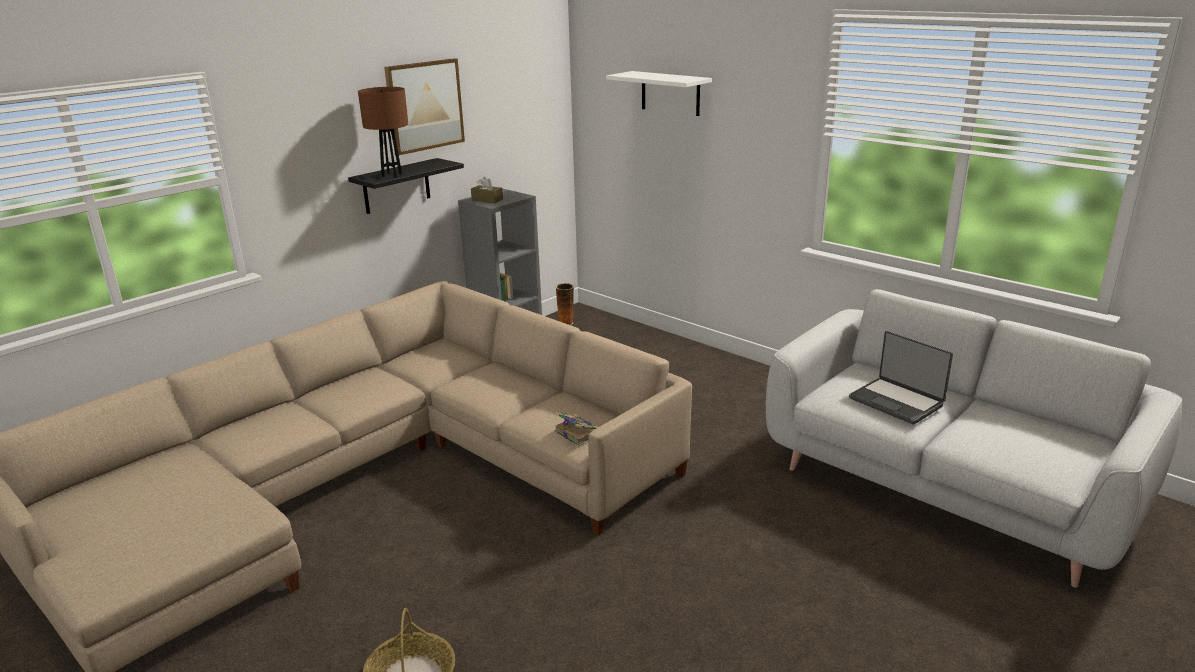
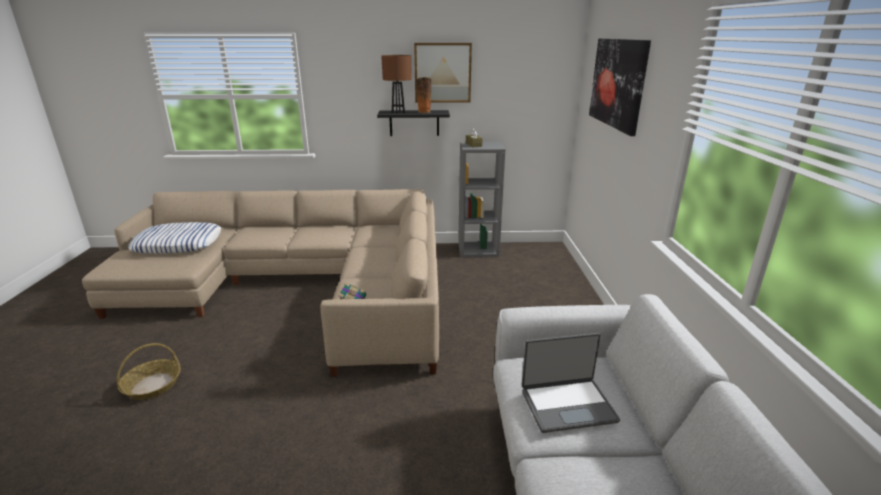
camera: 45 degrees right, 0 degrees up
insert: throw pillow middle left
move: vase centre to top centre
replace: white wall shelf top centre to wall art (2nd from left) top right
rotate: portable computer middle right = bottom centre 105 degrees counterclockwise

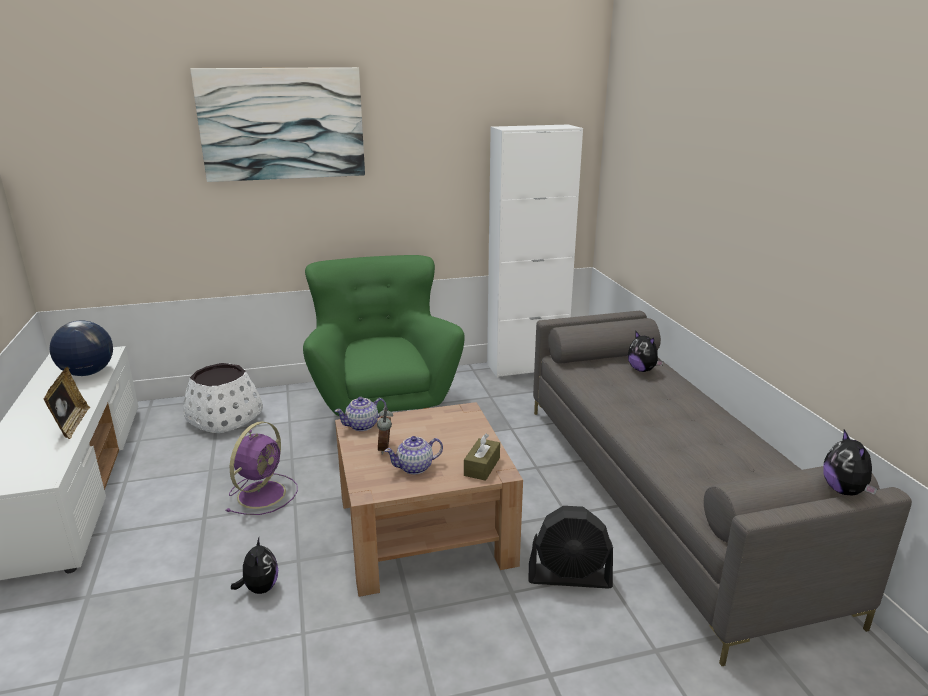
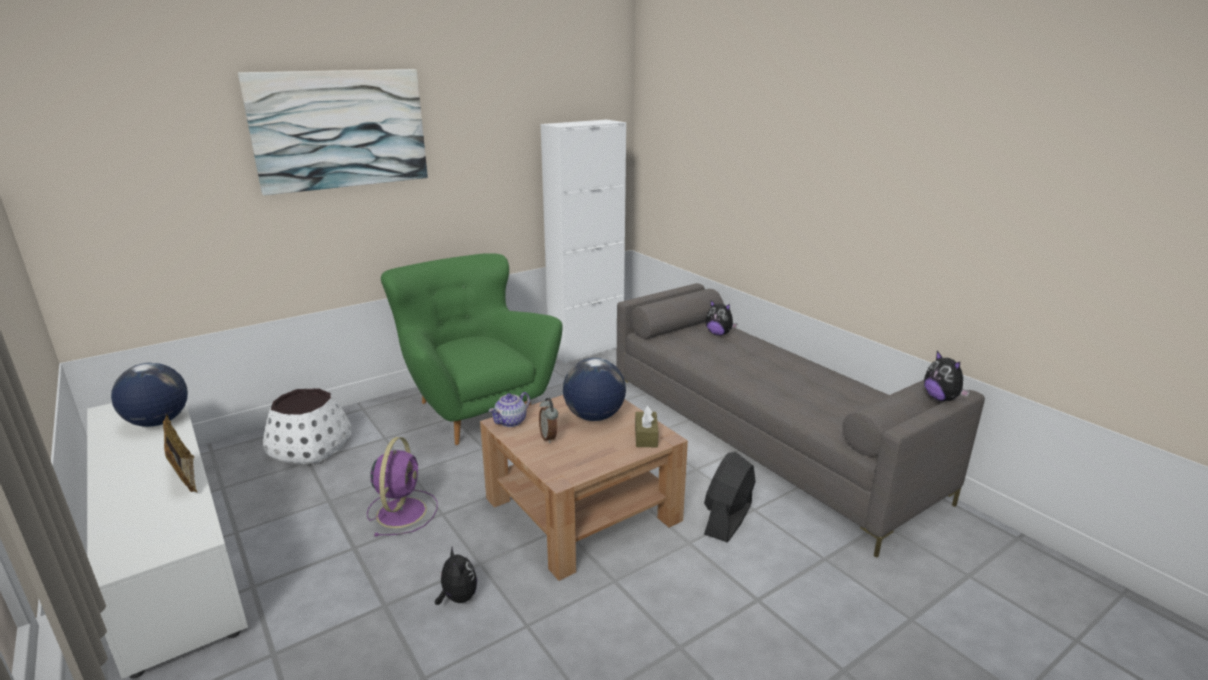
camera: 20 degrees left, 0 degrees up
delete: teapot (2nd from left) centre
insert: world globe (2nd from left) centre
rotate: black-coloured electric fan bottom centre = bottom centre 135 degrees clockwise

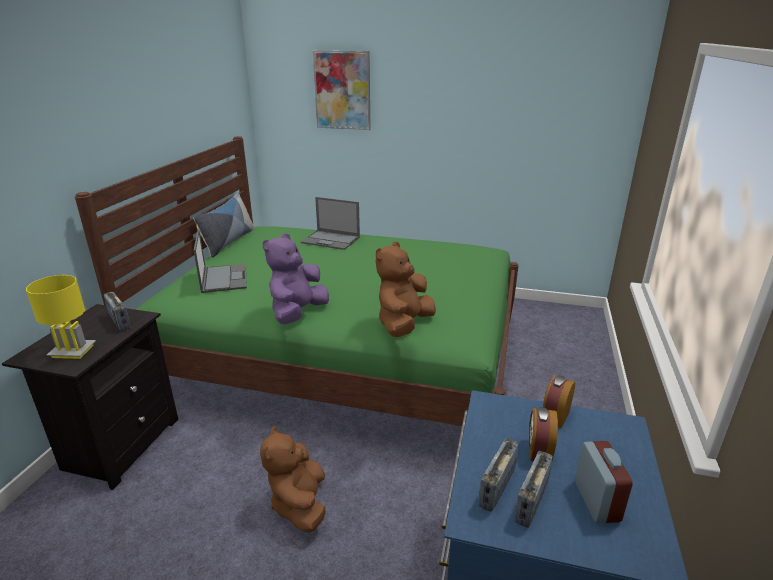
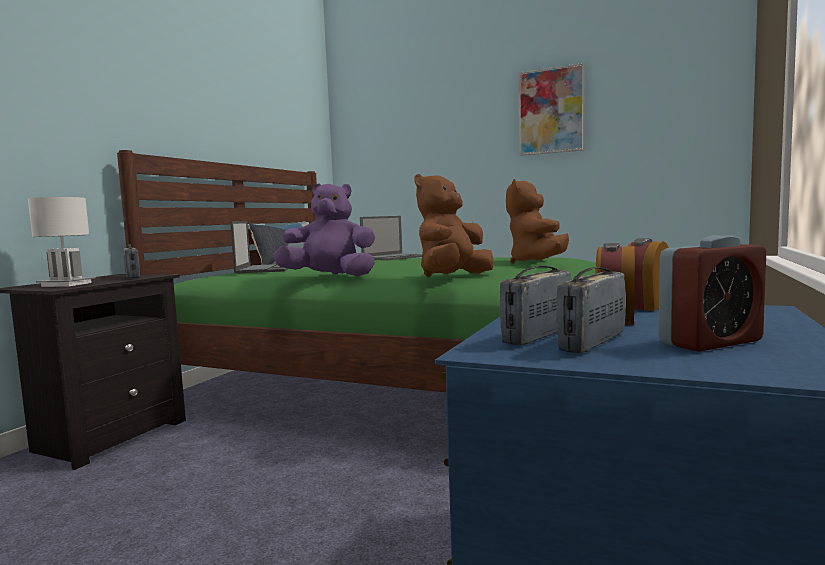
camera: 10 degrees right, 20 degrees down
move: brown soft toy (1st from left in the first image) bottom centre to brown soft toy (2nd from left) centre; wall art top centre to top right
recolor: yellowish lamp for a table middle left to white lamp for a table middle left
rotate: purple-coloured soft toy centre = centre 60 degrees clockwise; portable computer (2nd from left) centre = centre 75 degrees counterclockwise; table clock (3rd from left) bottom right = middle right 60 degrees clockwise

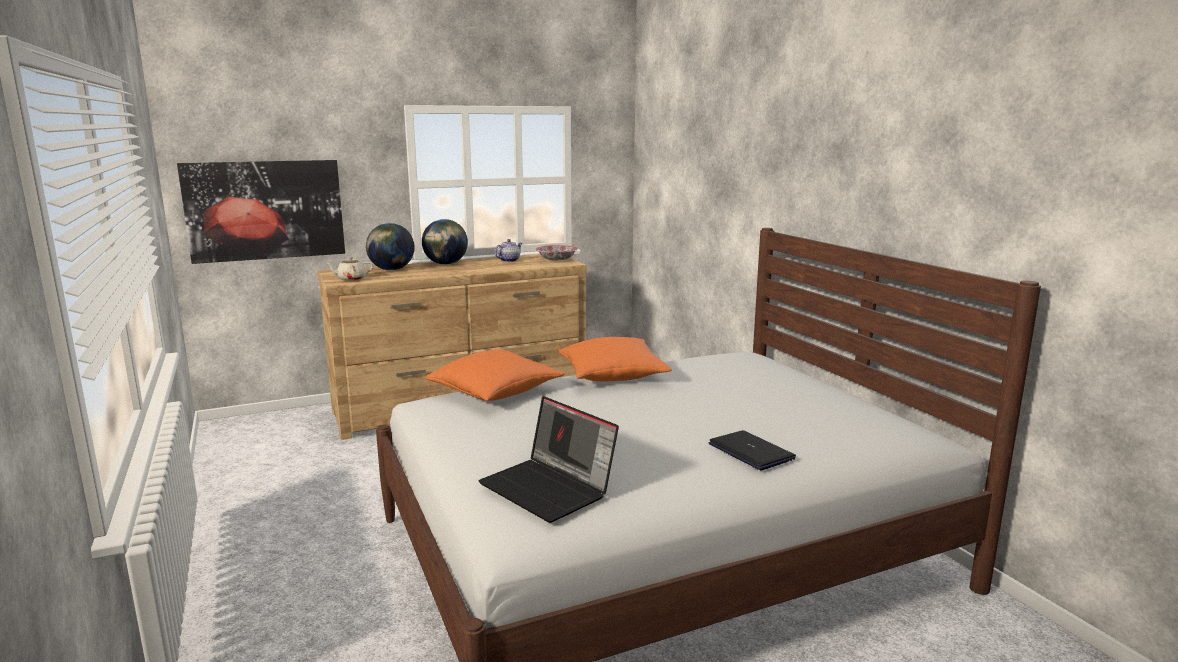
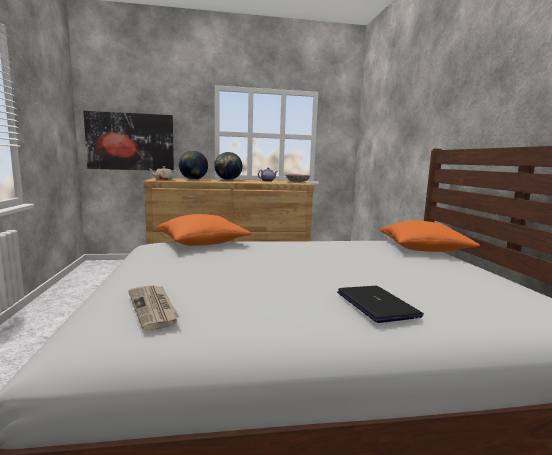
camera: 15 degrees right, 5 degrees down
move: orangey throw pillow (2nd from left) centre to middle right
replace: portable computer (1st from left) bottom centre to printed paper bottom left

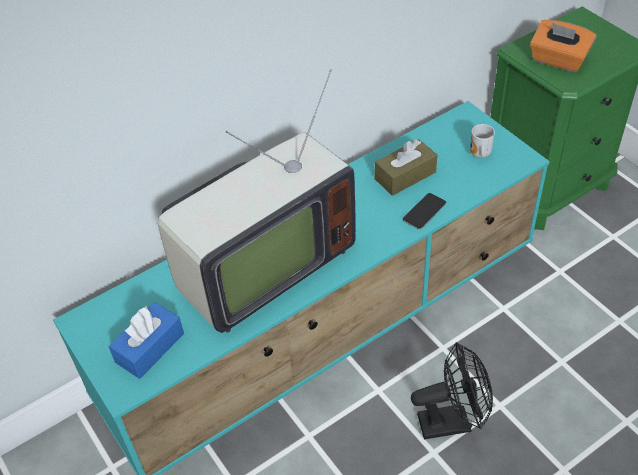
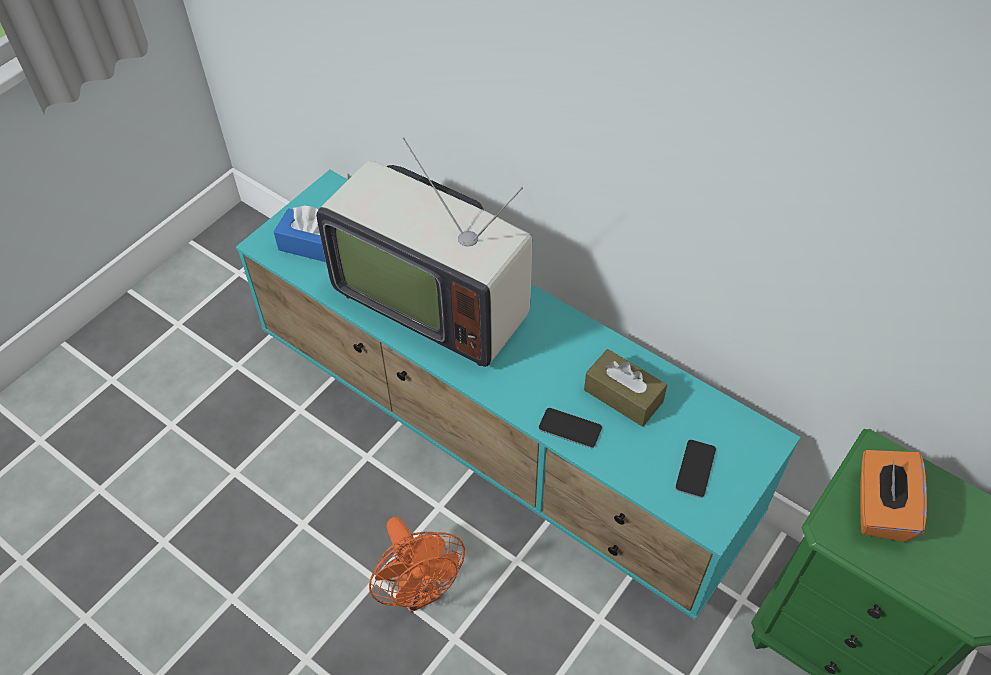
camera: 70 degrees right, 5 degrees up
replace: mug top right to phone (2nd from left) bottom right
recolor: black-coloured electric fan bottom right to orangey electric fan bottom centre

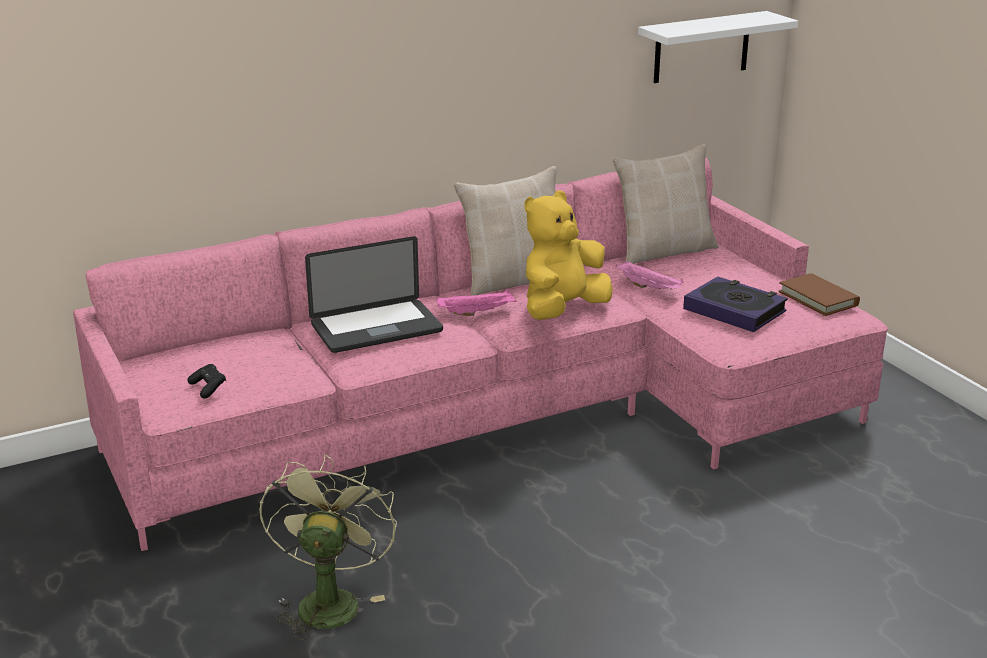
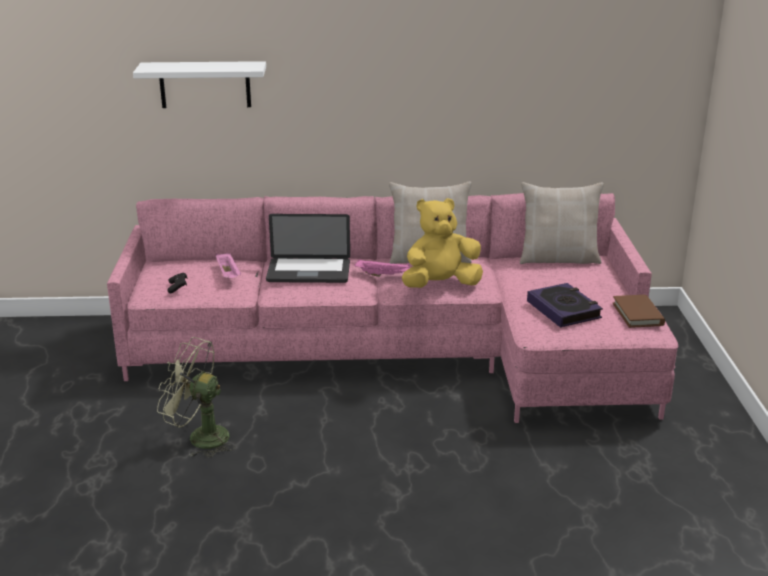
camera: 25 degrees right, 0 degrees up
move: pink-coloured tray (2nd from left in the first image) centre to pink-coloured tray (1st from left) middle left; white wall shelf top right to top left
rotate: green electric fan bottom left = bottom left 105 degrees counterclockwise

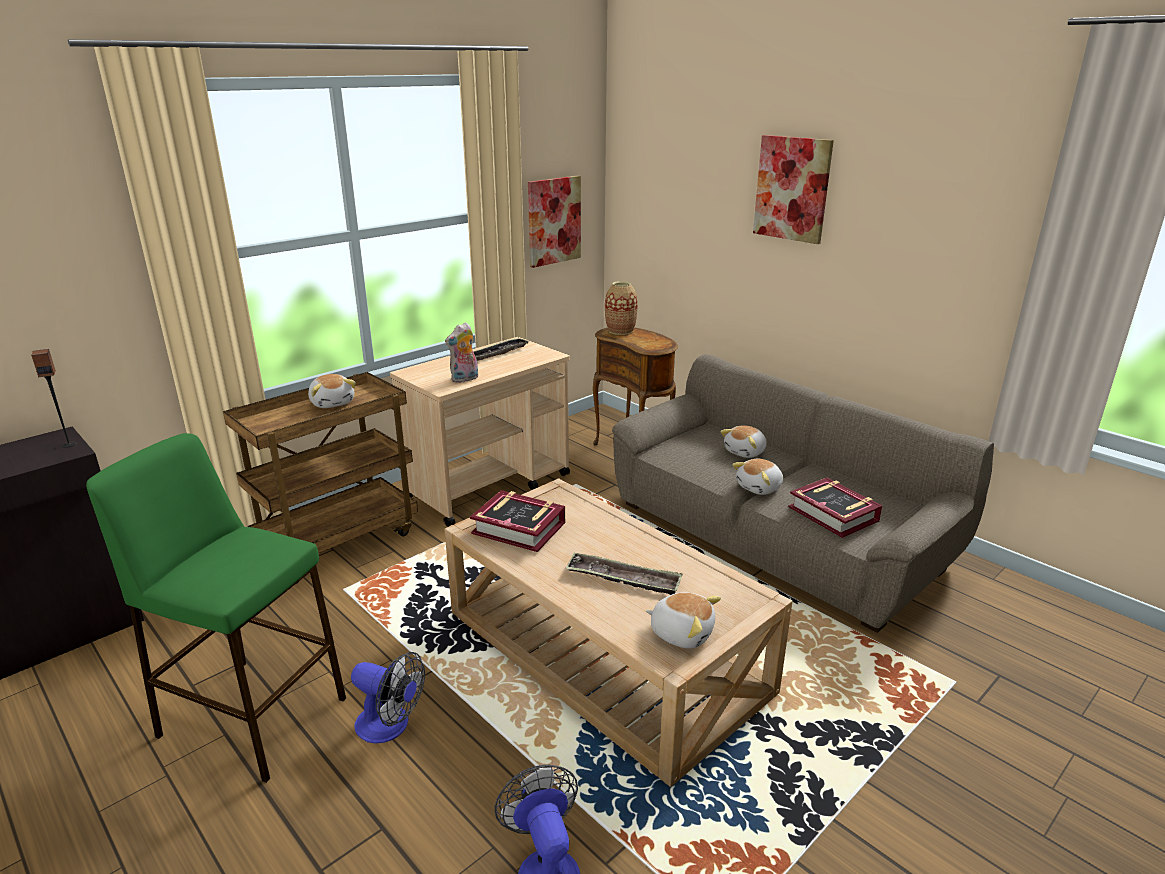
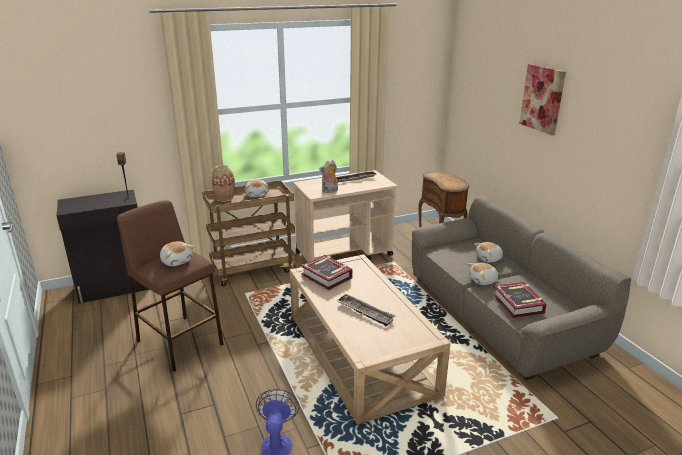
camera: 20 degrees right, 0 degrees up
delete: electric fan (1st from left) bottom left; wall art (1st from left) top centre
move: vase centre to middle left; soft toy (3rd from left in the first image) bottom centre to soft toy (1st from left) middle left
recolor: green stool seat bottom left to brown stool seat middle left

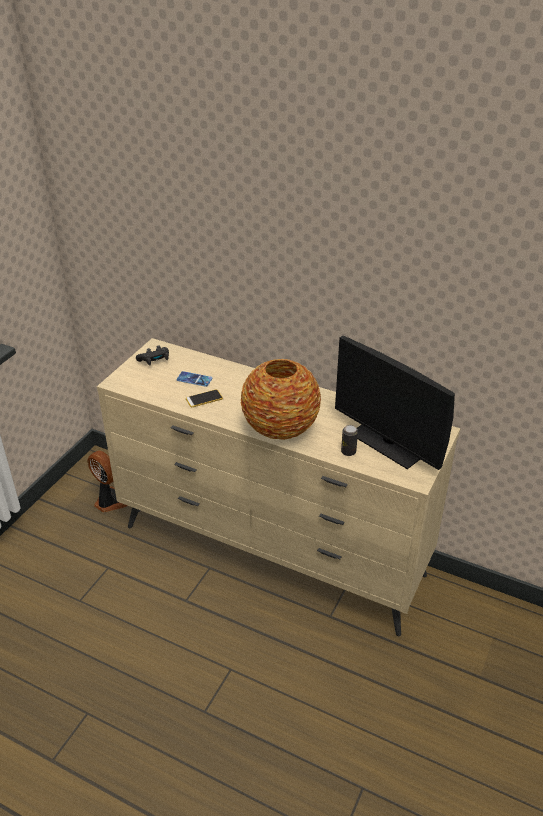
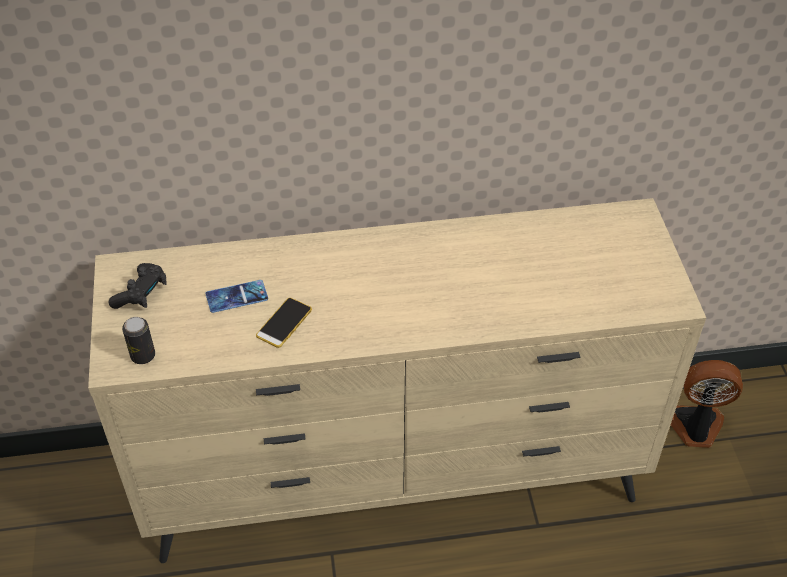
camera: 35 degrees left, 10 degrees up
delete: vase centre; computer screen middle right
move: electric fan middle left to bottom right; sealed can centre to middle left

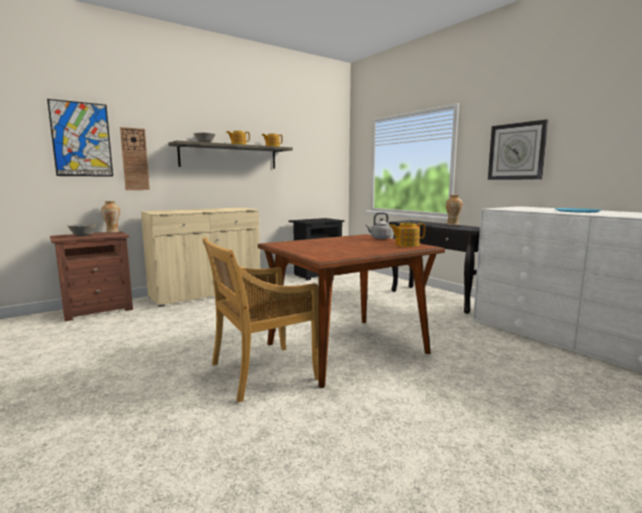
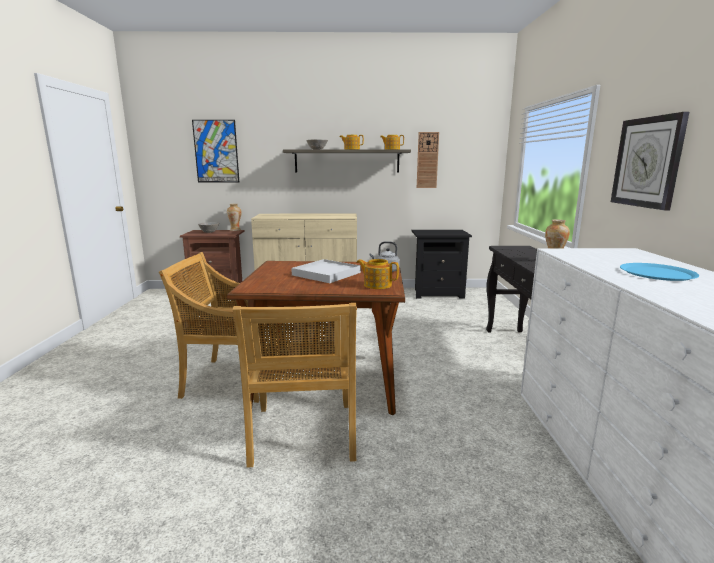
camera: 35 degrees right, 5 degrees up
insert: beige-coloured plain chair (2nd from left) bottom centre; white tray centre
move: clock on the wall (1st from left) top left to top centre

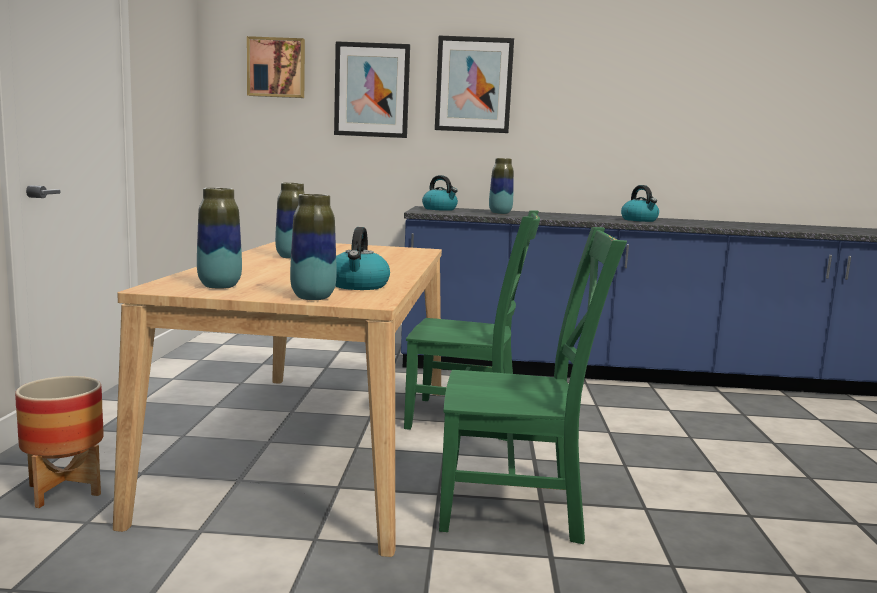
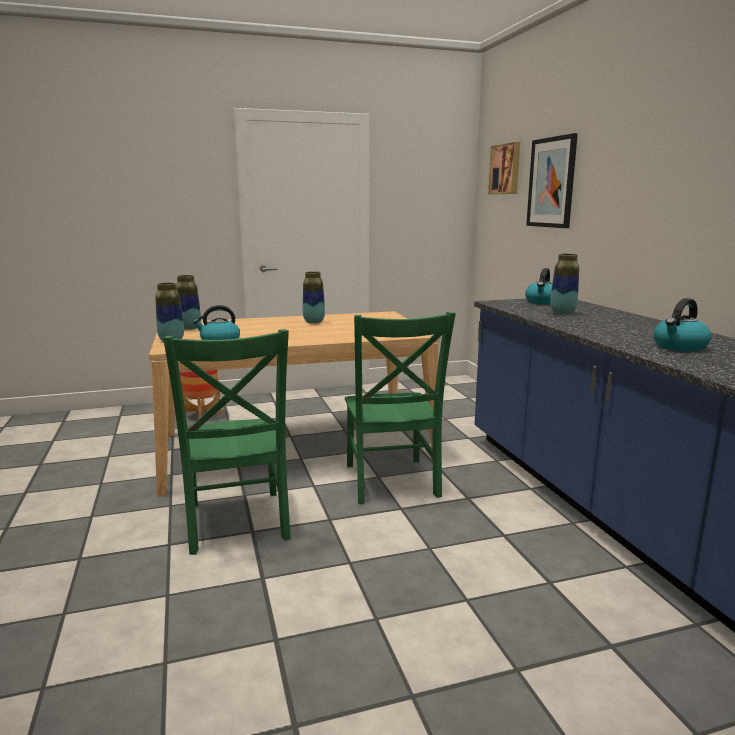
camera: 70 degrees right, 5 degrees up
delete: wall art (3rd from left) top centre

